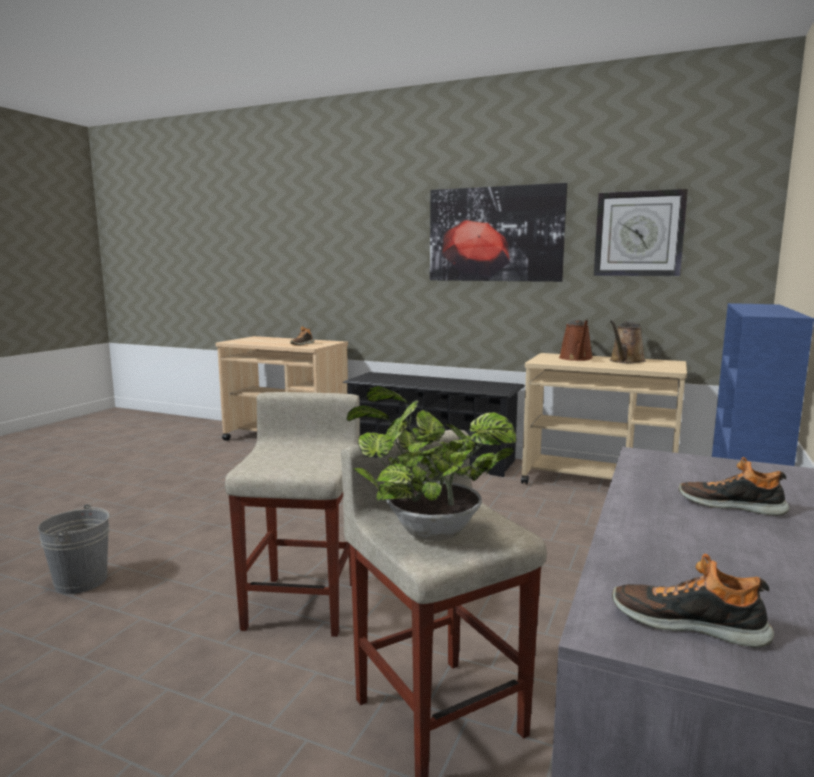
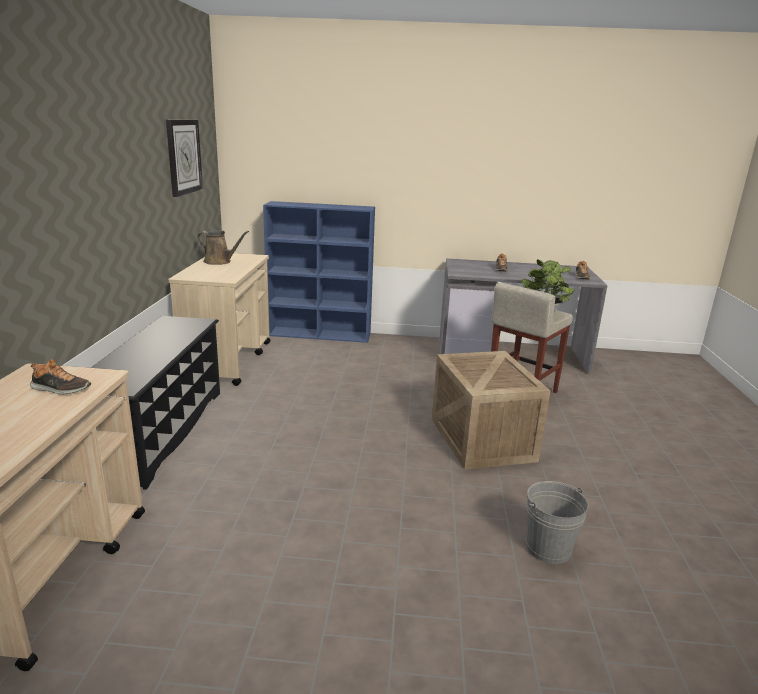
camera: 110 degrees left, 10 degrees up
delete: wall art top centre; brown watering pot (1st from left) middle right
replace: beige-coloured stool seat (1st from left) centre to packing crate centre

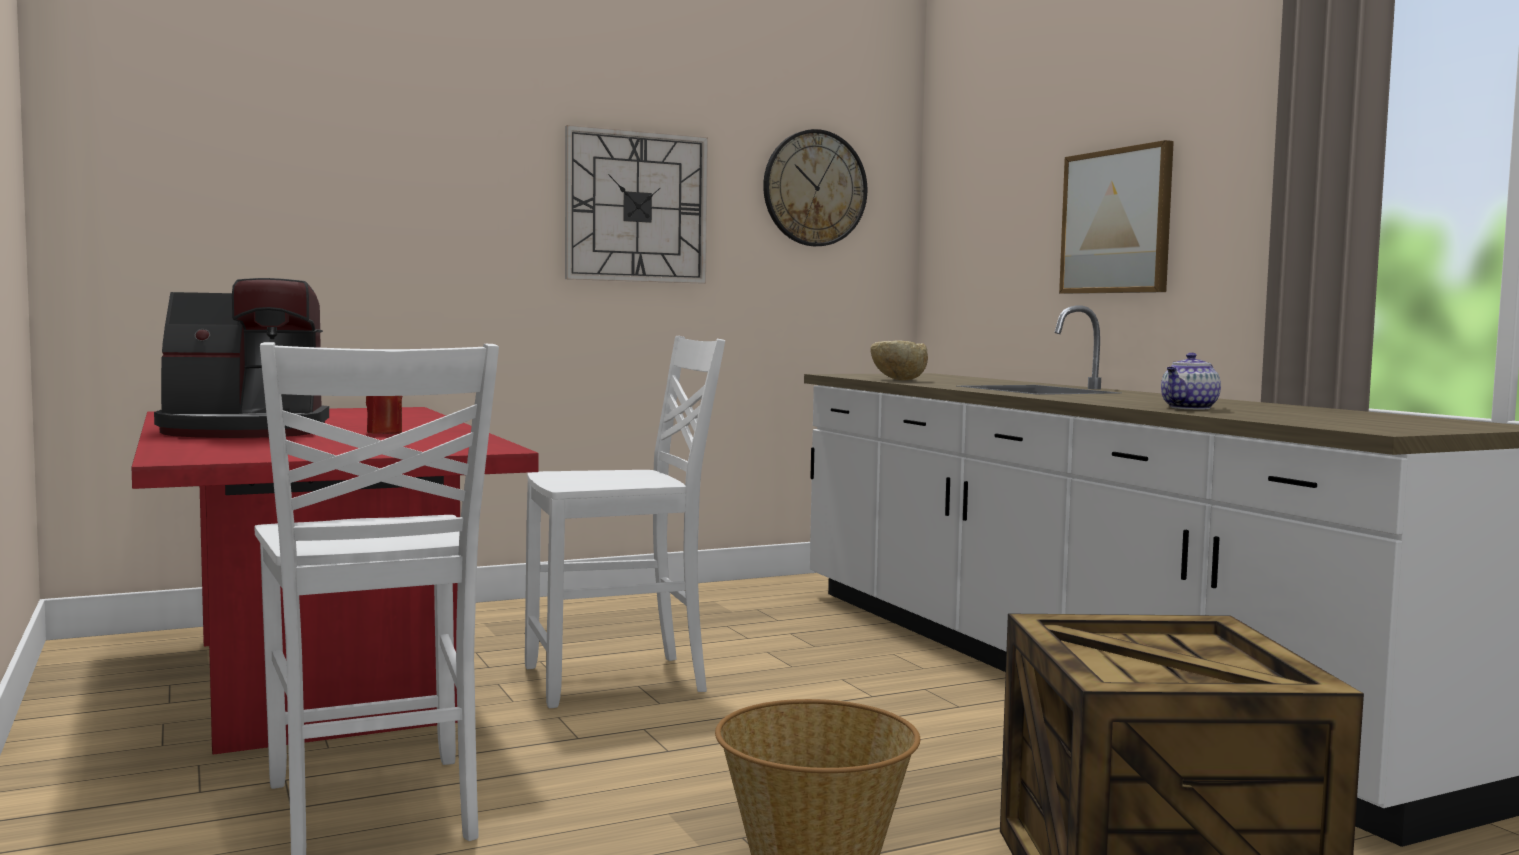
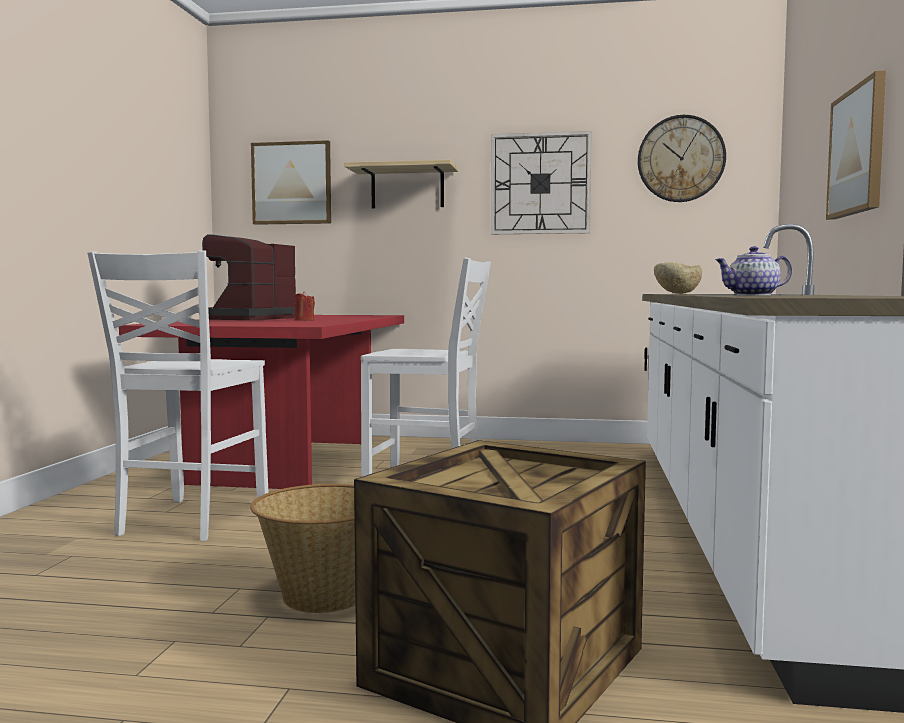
camera: 35 degrees right, 0 degrees up
insert: wall art (1st from left) top left; wall shelf top centre
rotate: coffee brewer middle left = middle left 90 degrees clockwise

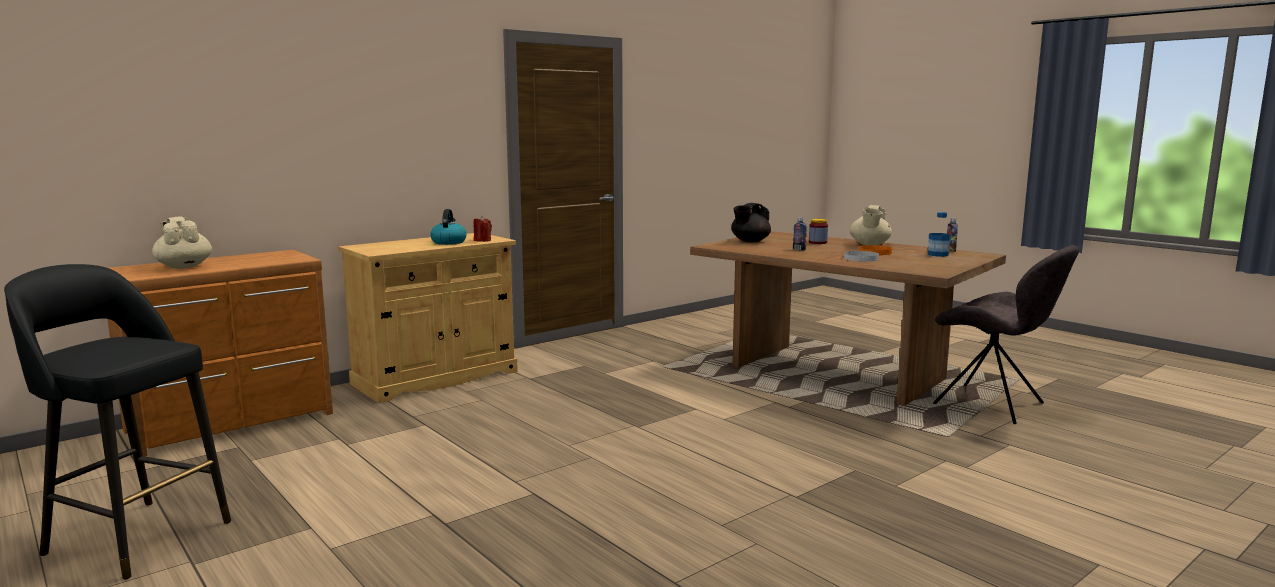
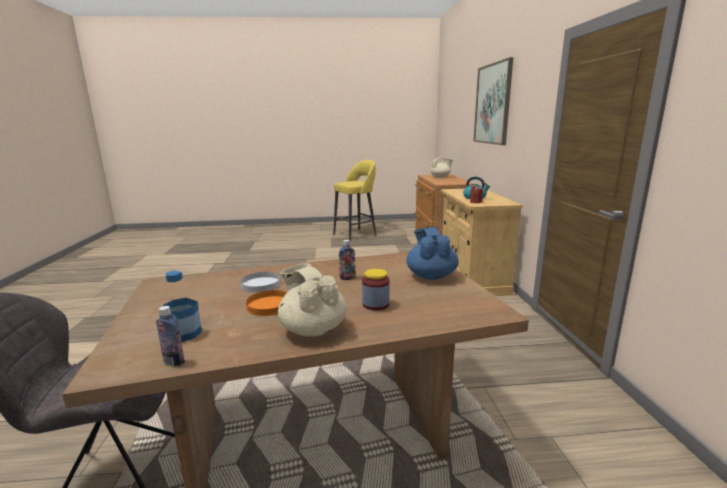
camera: 125 degrees right, 5 degrees up
insert: wall art top right
recolor: black-coloured stool seat bottom left to yellowish stool seat centre; black-coloured teapot centre to bluish teapot centre

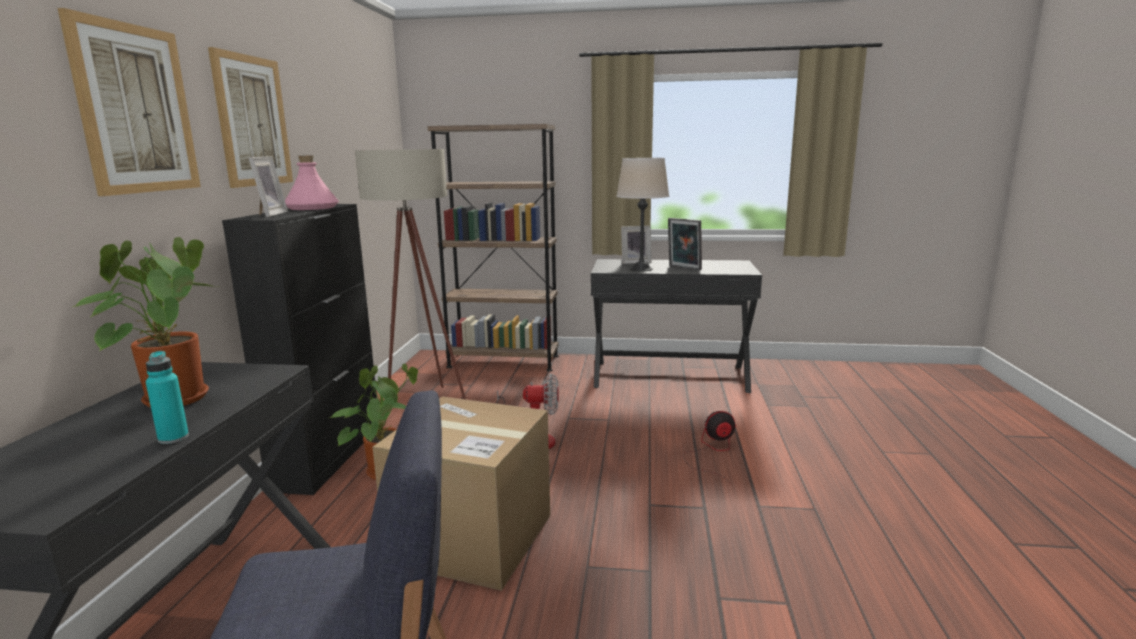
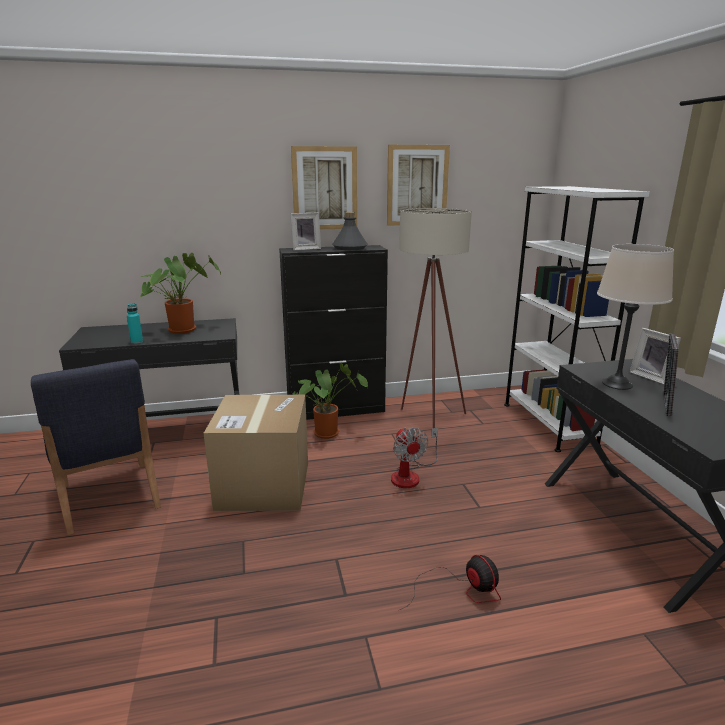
camera: 70 degrees right, 5 degrees up
move: wall art (1st from left in the first image) top left to wall art (2nd from left) top centre
recolor: pink-coloured bottle top left to grey bottle top centre; brown bookcase centre to white bookcase middle right

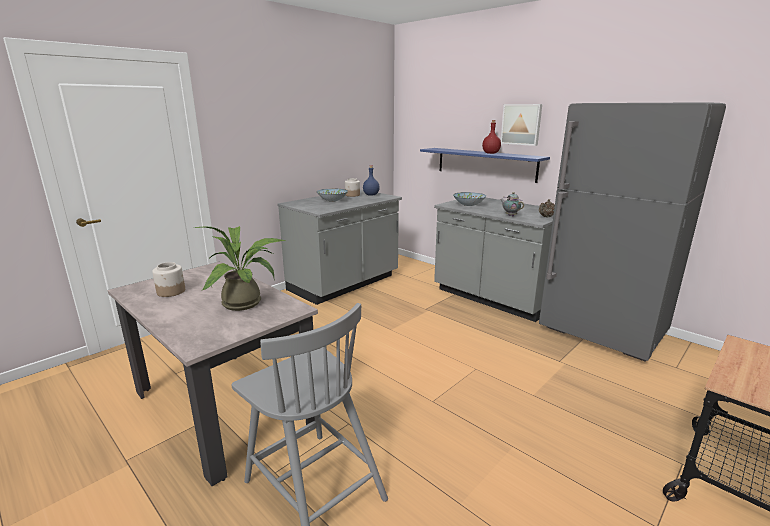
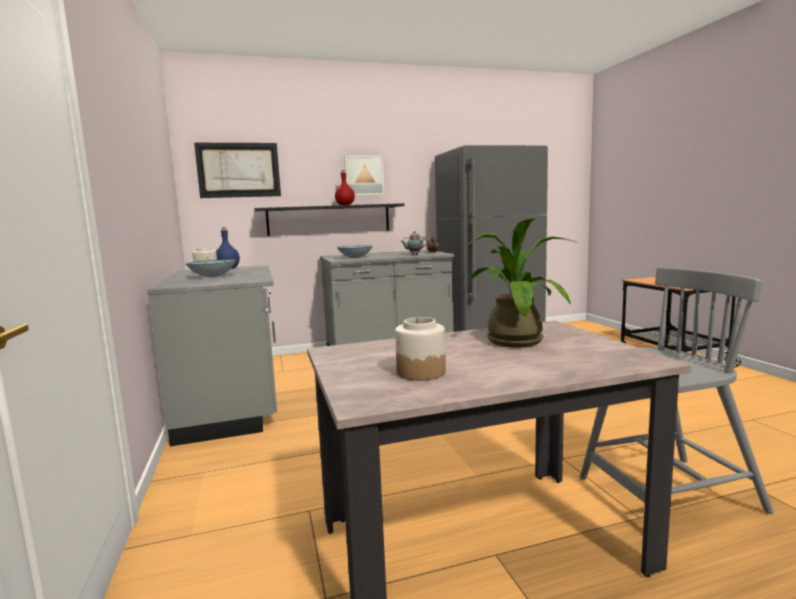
camera: 60 degrees left, 10 degrees down
insert: wall art (1st from left) top left
recolor: bluish wall shelf top centre to black-coloured wall shelf centre

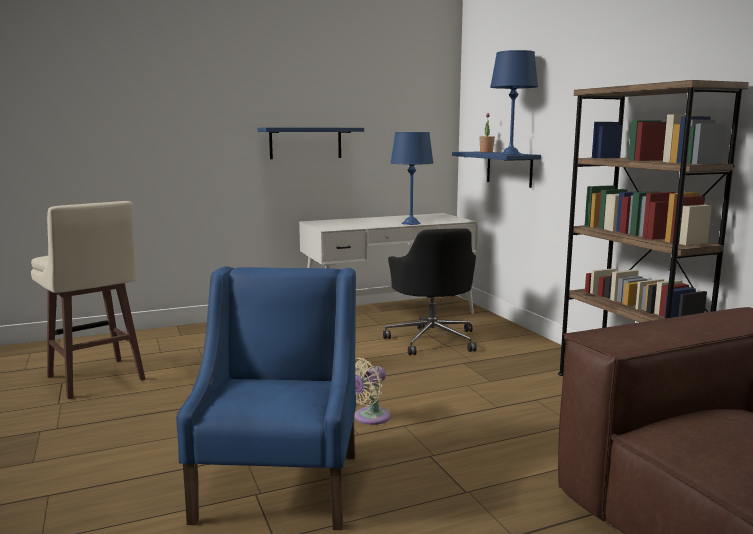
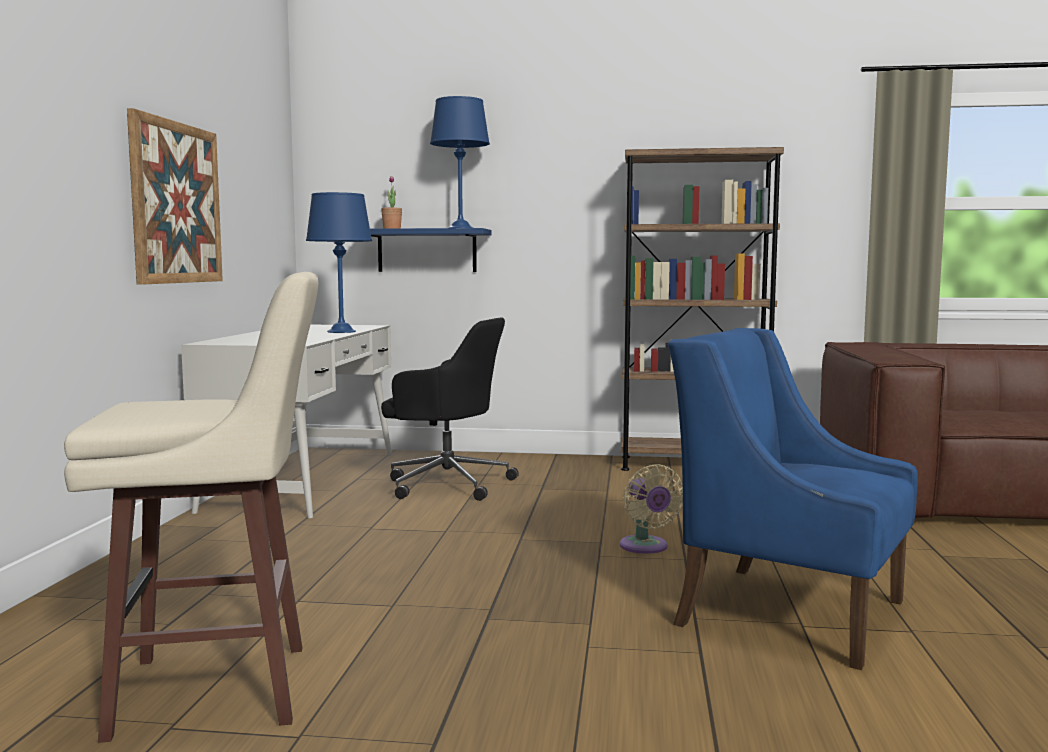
camera: 60 degrees left, 5 degrees down
replace: bluish wall shelf (1st from left) top centre to wall art top left

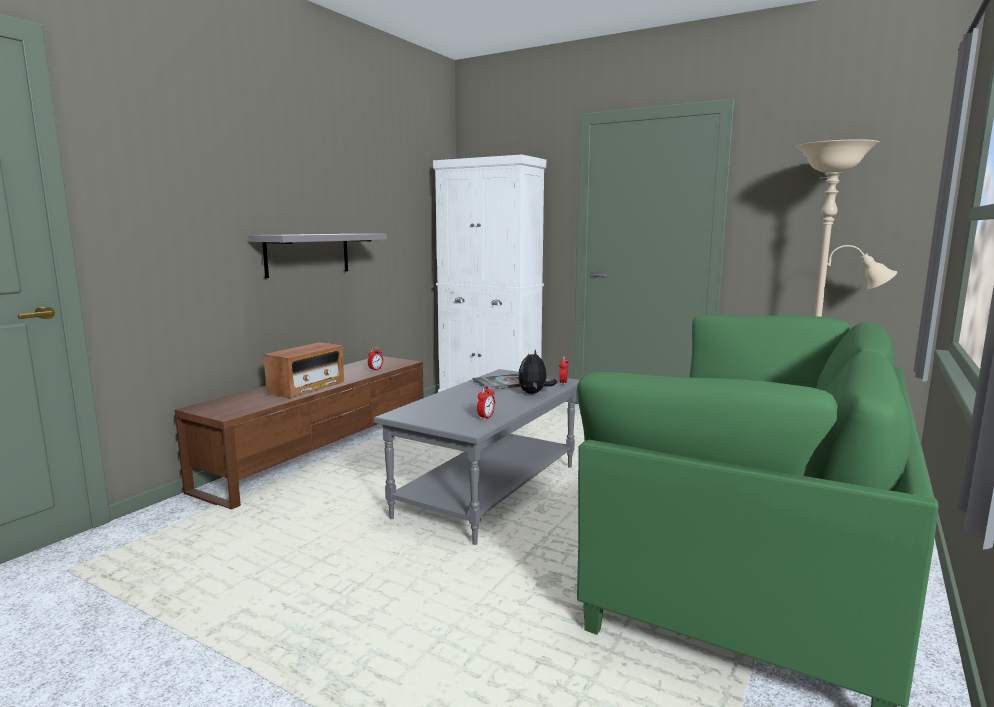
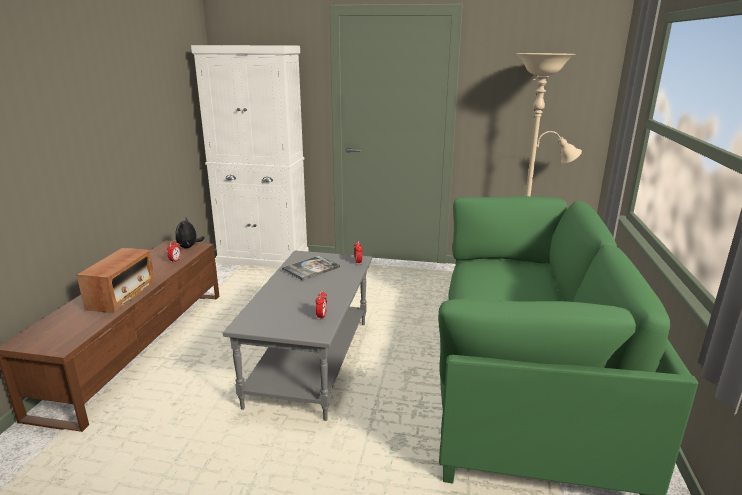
camera: 20 degrees left, 10 degrees up
delete: grey wall shelf middle left
move: soft toy centre to middle left

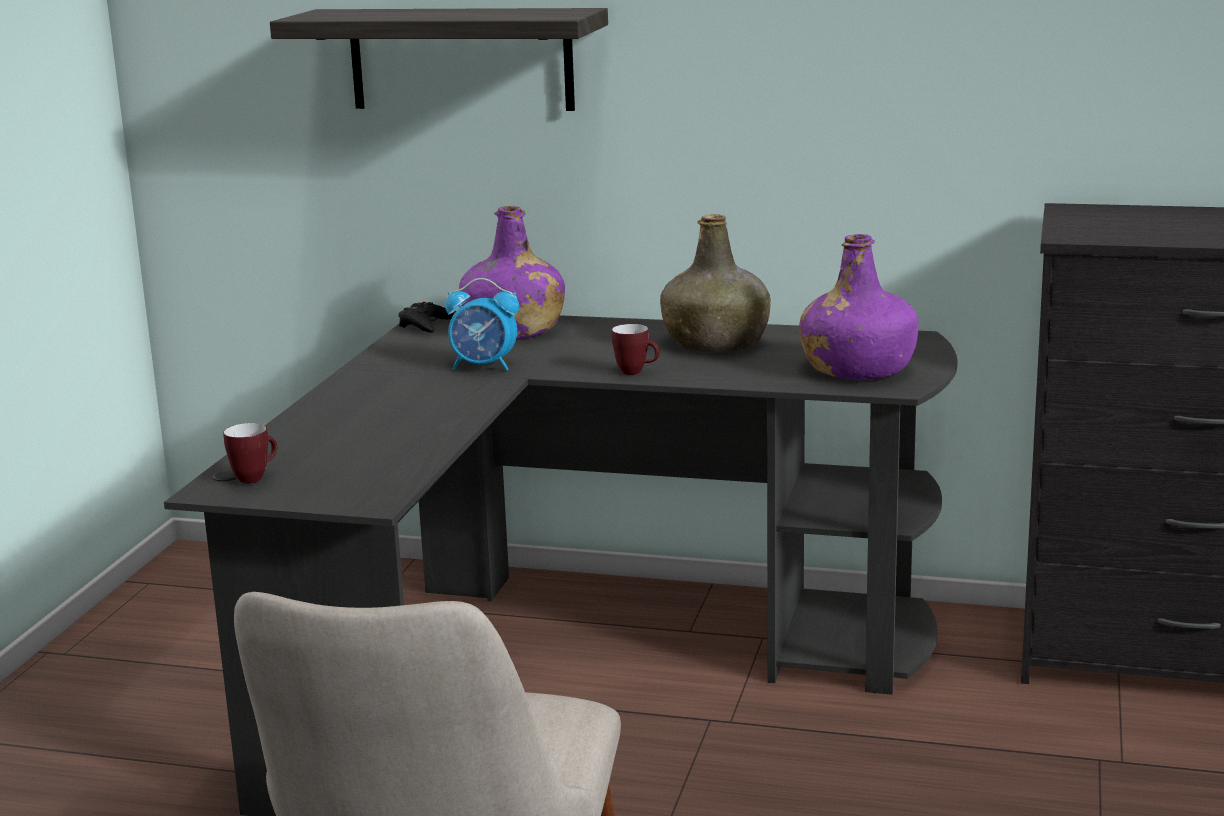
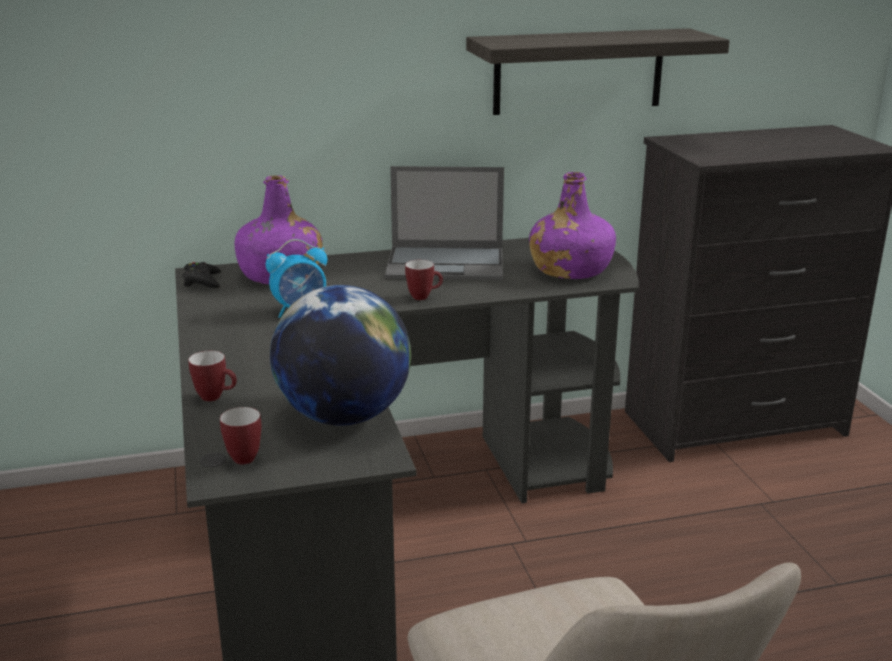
camera: 30 degrees left, 5 degrees up
insert: mug (1st from left) middle left; world globe centre
move: wall shelf top centre to top right
replace: green bottle centre to portable computer centre

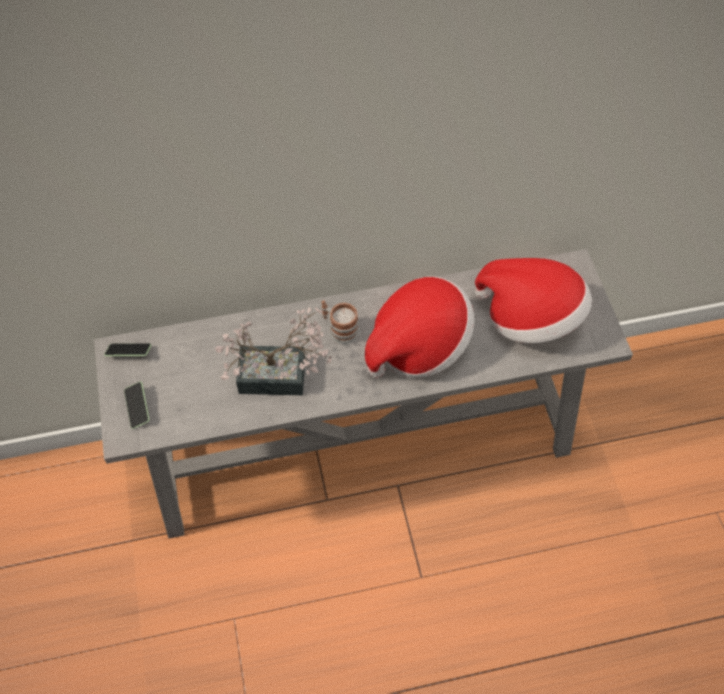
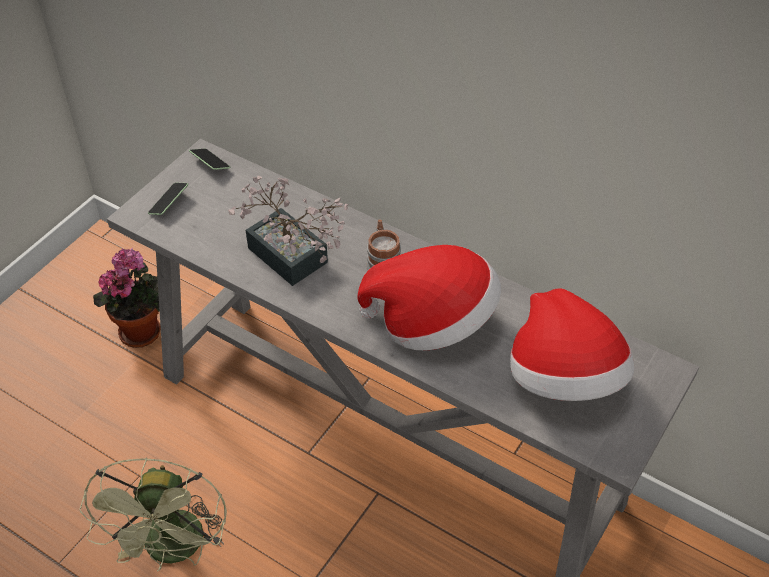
camera: 45 degrees right, 10 degrees down
insert: green electric fan bottom left; houseplant (1st from left) middle left

